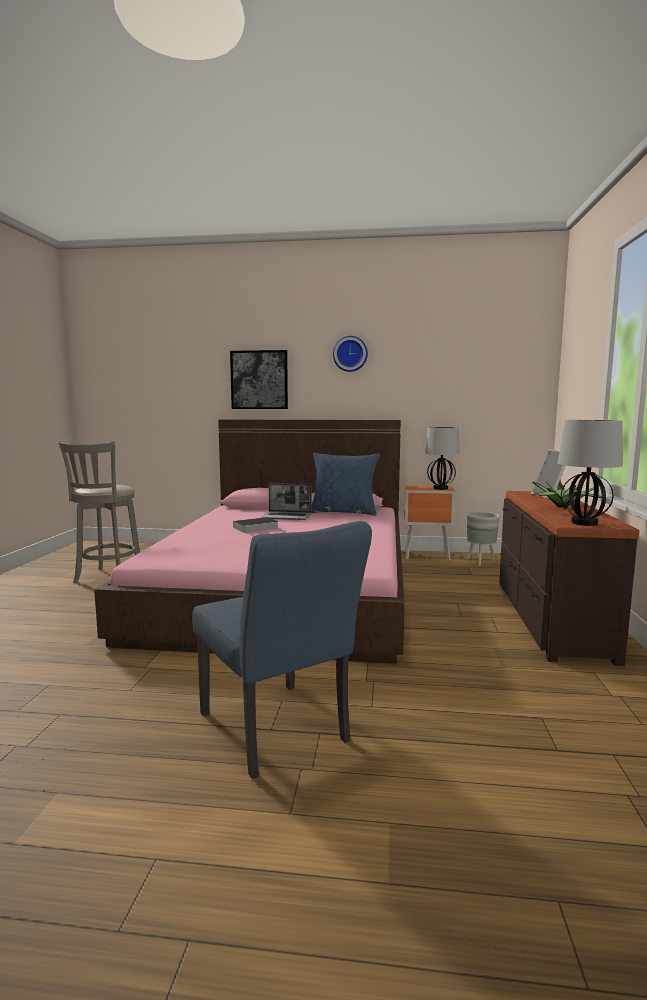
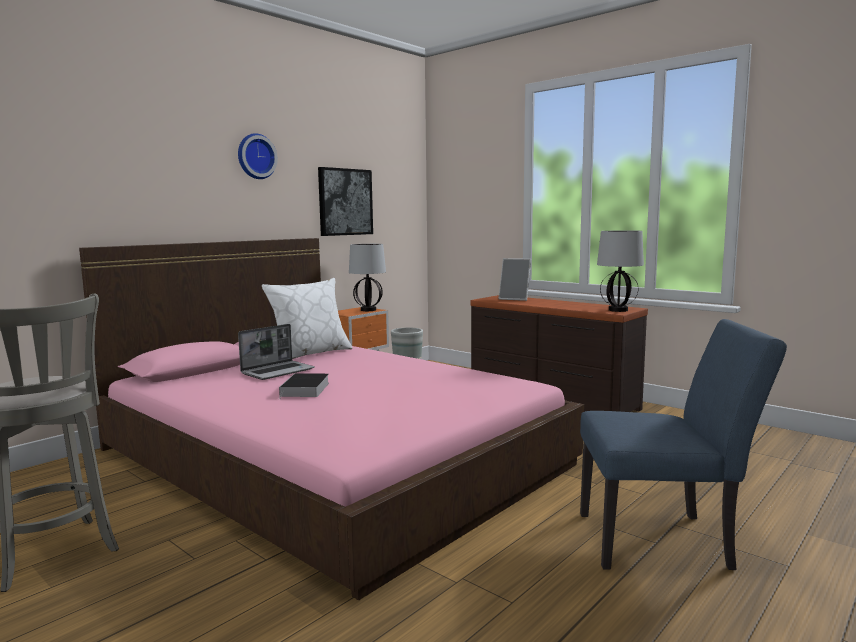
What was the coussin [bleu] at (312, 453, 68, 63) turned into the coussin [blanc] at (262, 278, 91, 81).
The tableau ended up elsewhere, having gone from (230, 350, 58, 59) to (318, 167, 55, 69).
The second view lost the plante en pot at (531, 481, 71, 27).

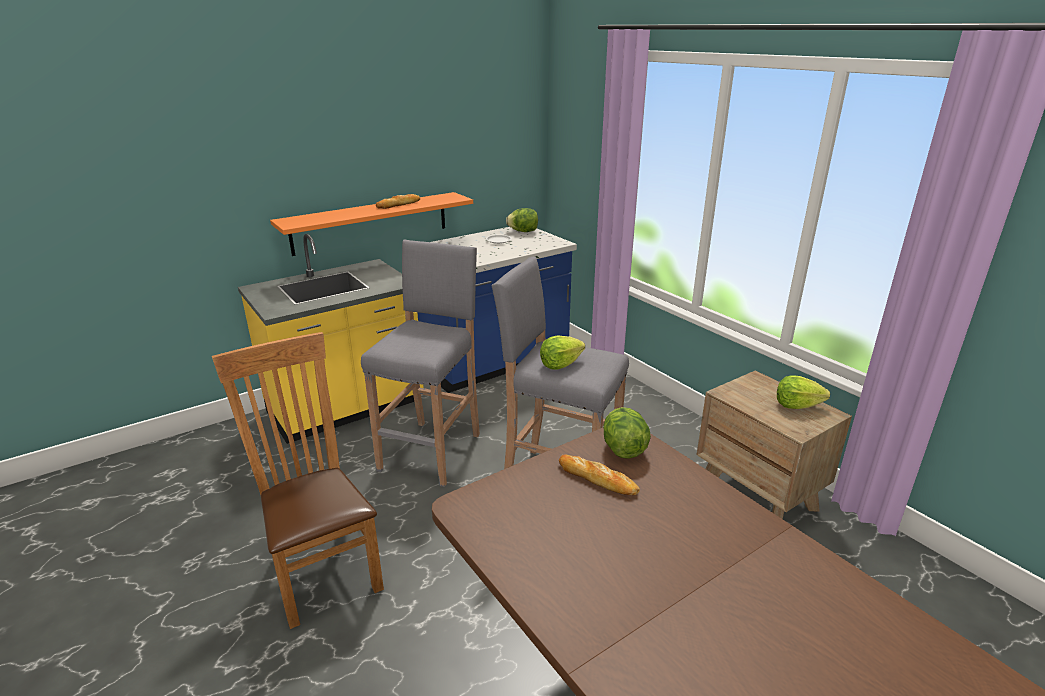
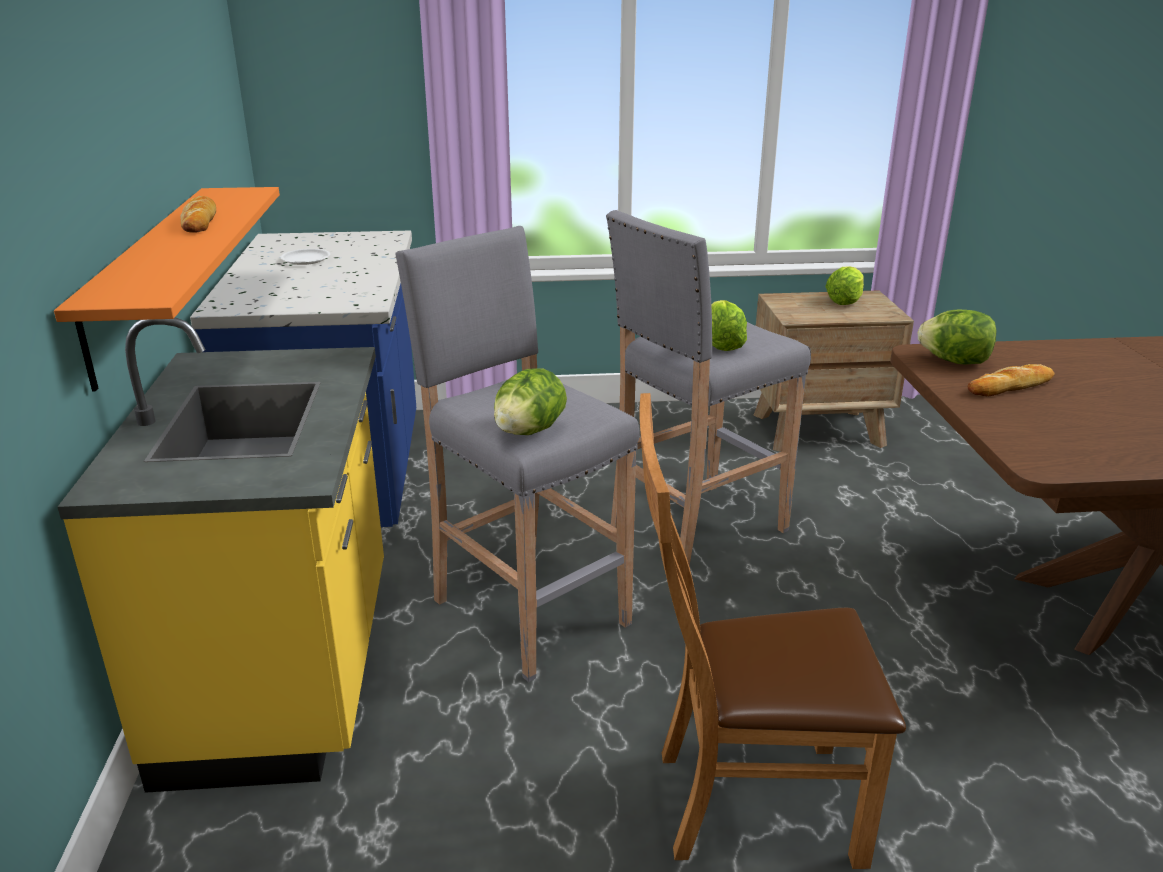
The laitue ended up elsewhere, having gone from (506, 208, 32, 24) to (494, 368, 73, 67).

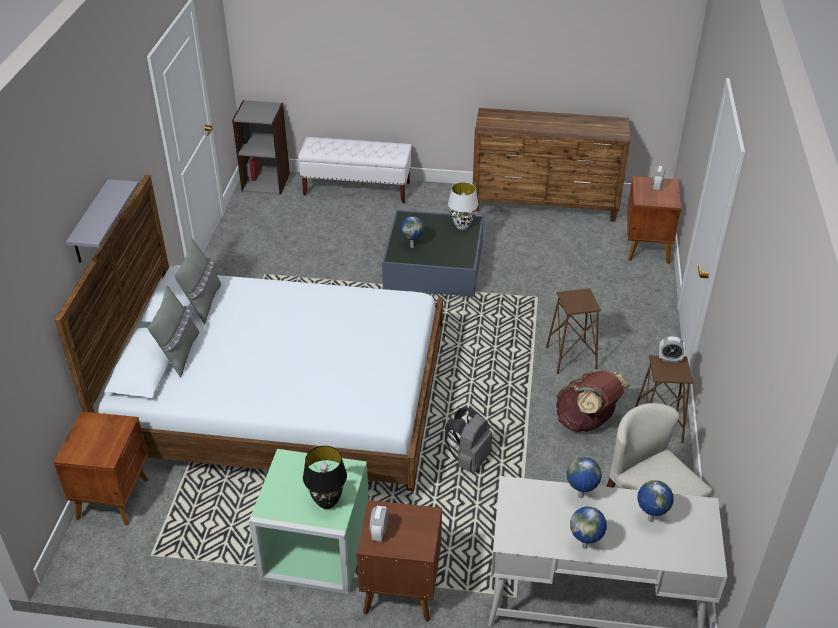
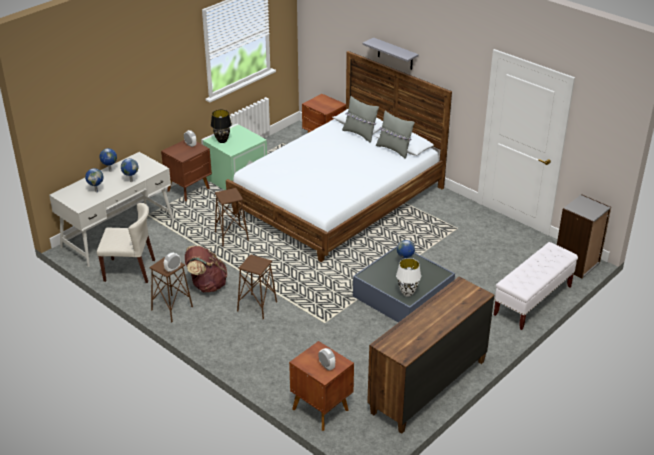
Where the sac à dos [gris] stood at (445, 408, 47, 64), the tabouret [marron] came to stand at (215, 188, 34, 58).

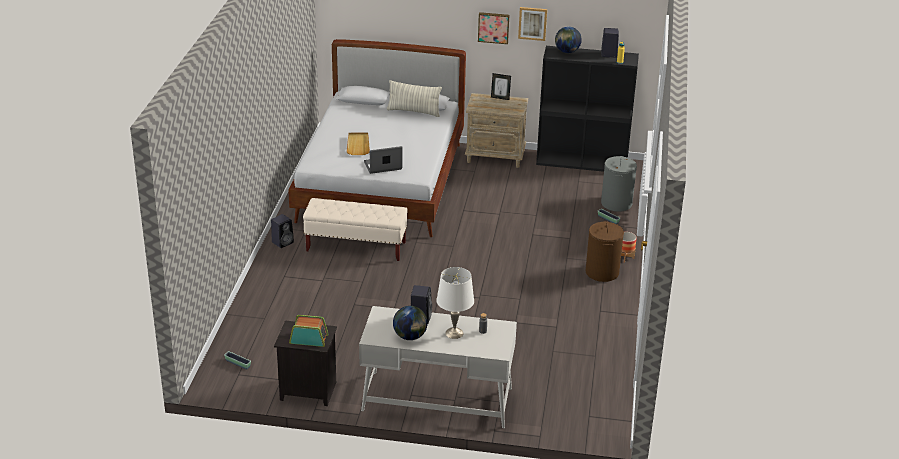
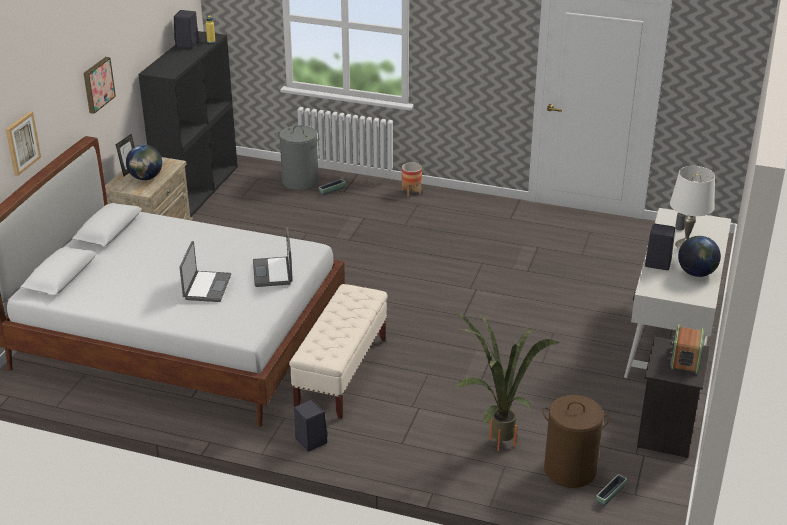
The tableau ended up elsewhere, having gone from (518, 7, 29, 34) to (6, 111, 35, 65).
The globe ended up elsewhere, having gone from (555, 27, 27, 26) to (126, 145, 36, 35).
Where the plateau [beige] stood at (346, 133, 24, 22), the ordinateur portable came to stand at (179, 241, 53, 61).
The second view gained the plante en pot at (454, 312, 105, 139).
The panier à linge [marron] ended up elsewhere, having gone from (586, 221, 38, 61) to (543, 395, 67, 93).
The second view lost the coussin at (387, 80, 55, 37).

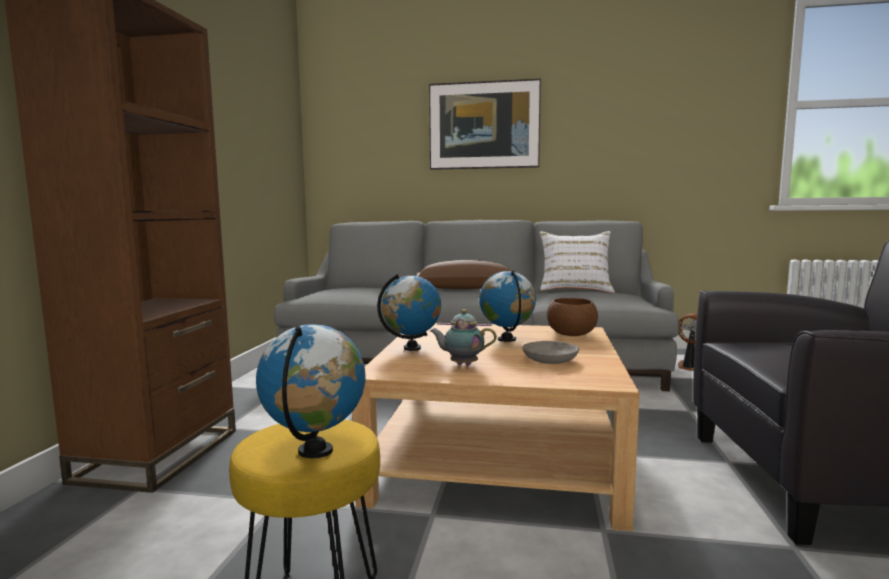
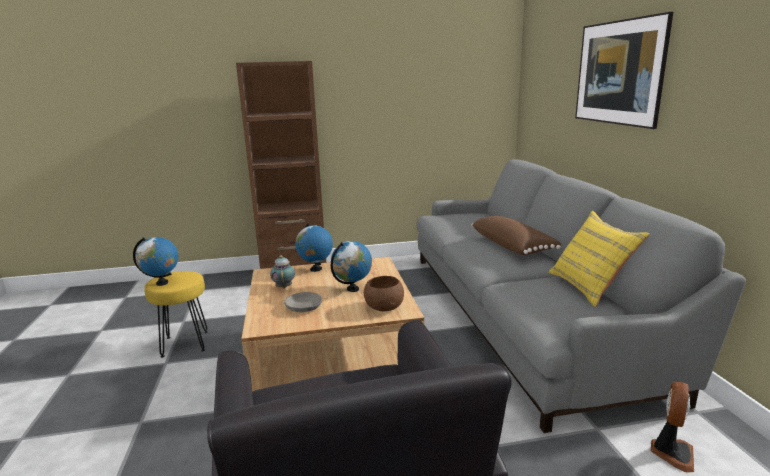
What was the coussin [blanc] at (540, 231, 75, 62) turned into the coussin [jaune] at (549, 211, 101, 96).

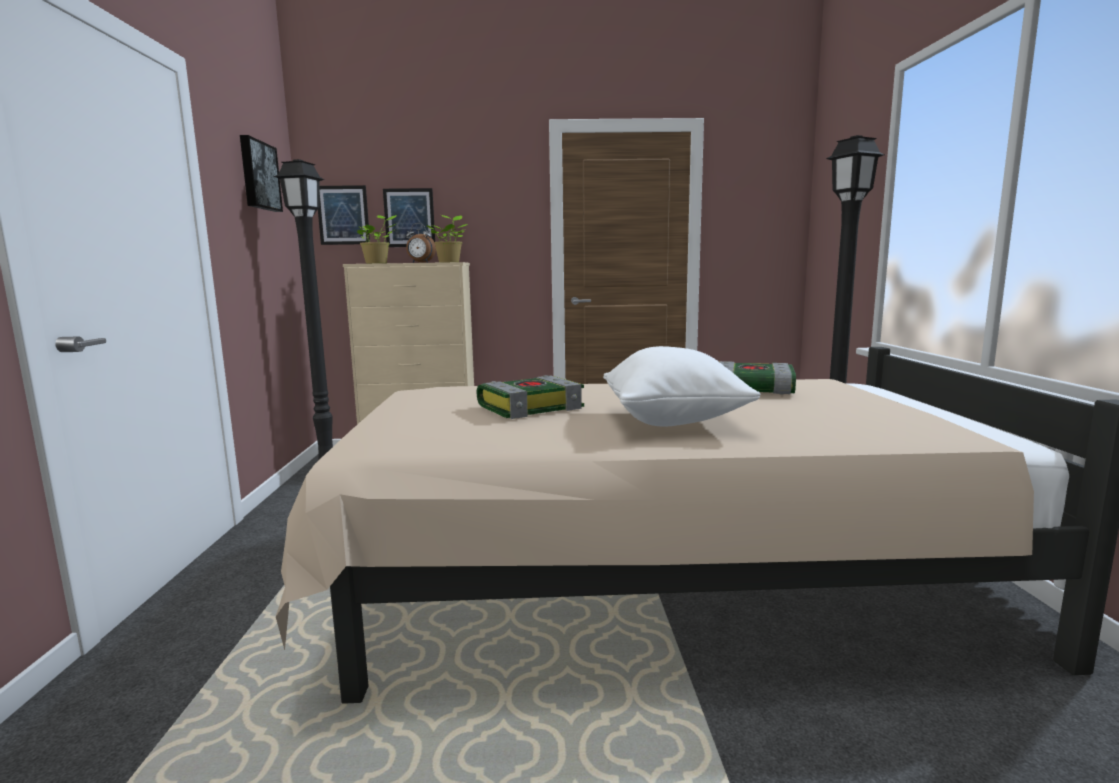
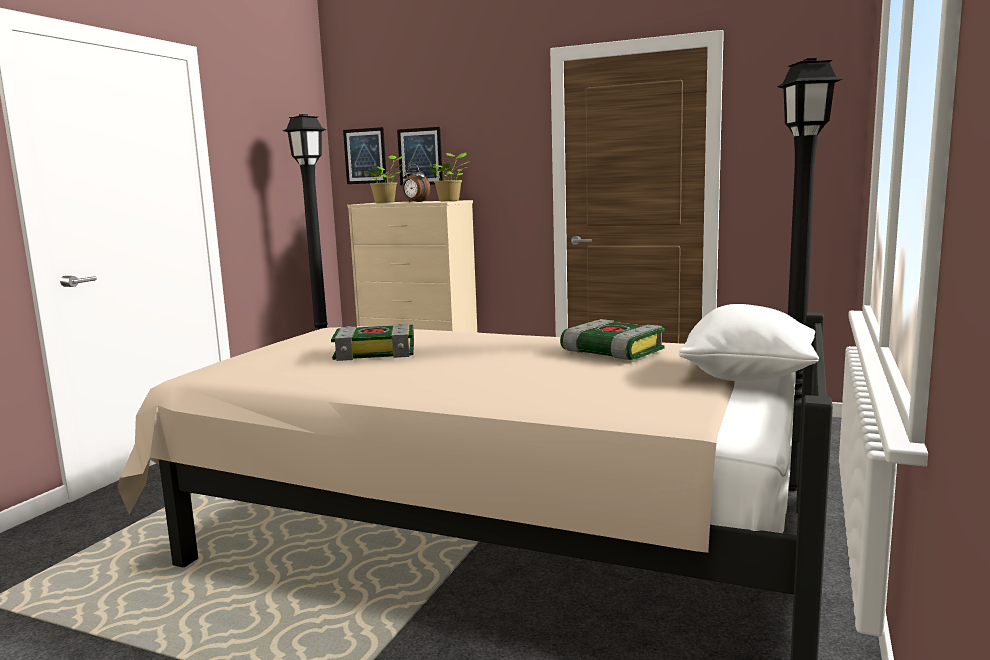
The coussin [blanc] ended up elsewhere, having gone from (603, 346, 157, 80) to (679, 304, 140, 77).
The second view lost the tableau at (240, 135, 43, 77).

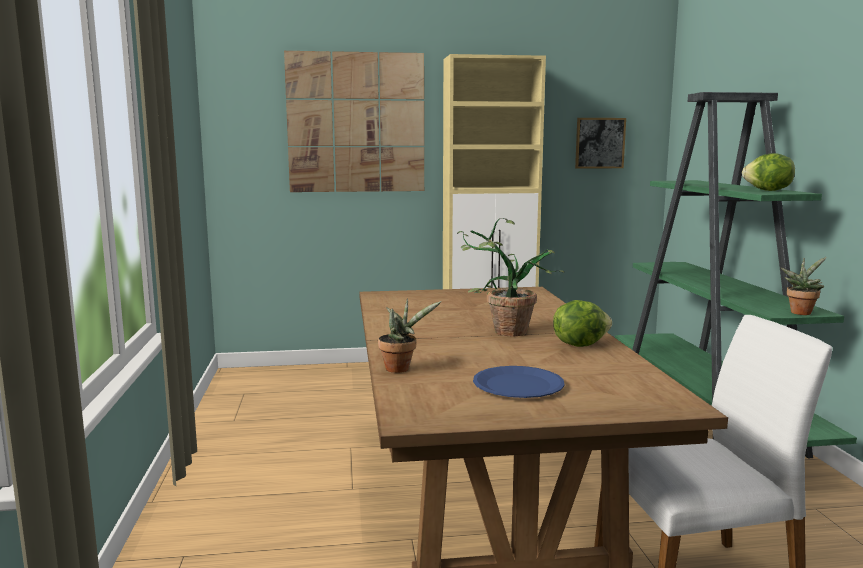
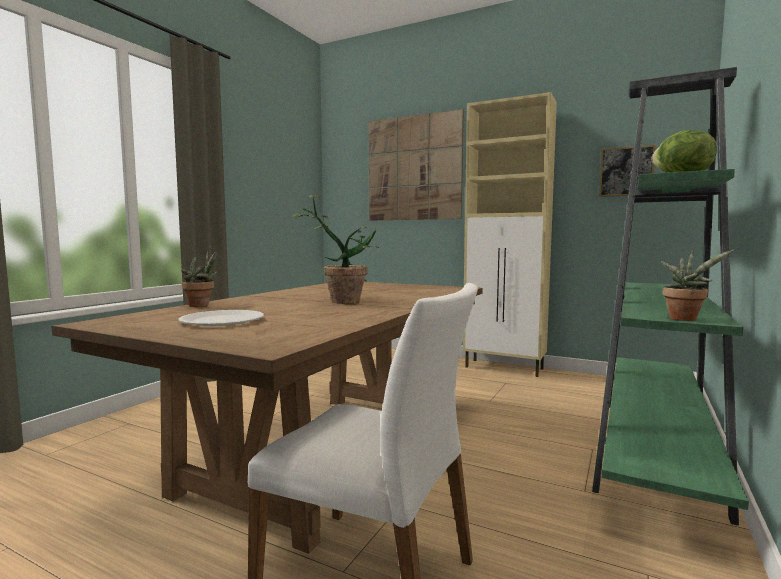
What was the assiette [bleu] at (473, 366, 92, 32) turned into the assiette [blanc] at (178, 310, 86, 16).
The second view lost the laitue at (553, 300, 59, 47).

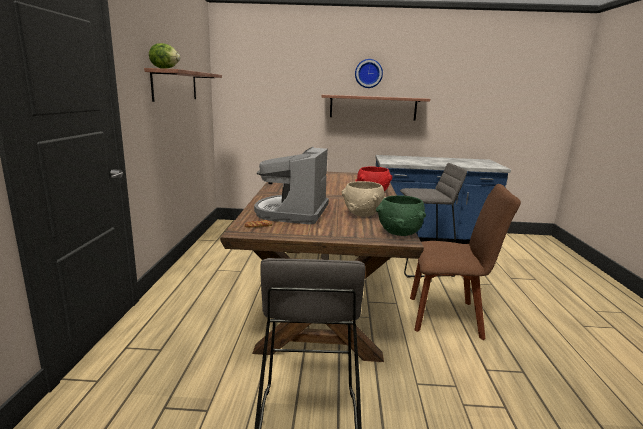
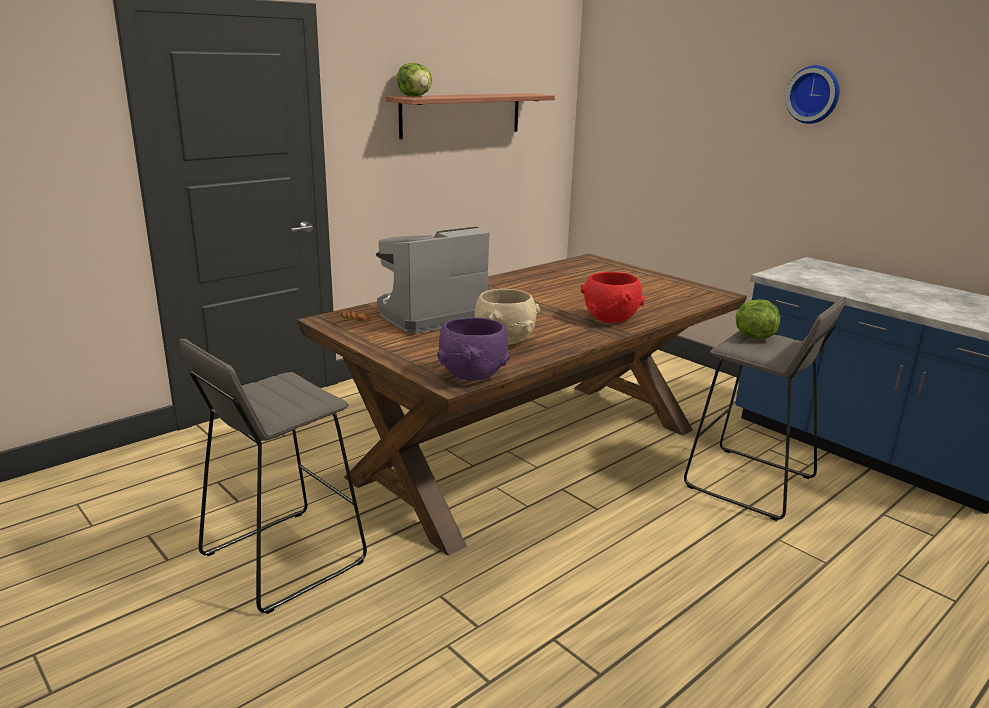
What was the bol [vert] at (376, 195, 50, 41) turned into the bol [violet] at (437, 318, 73, 63).
The second view gained the laitue at (736, 299, 44, 40).
The second view lost the étagère at (321, 95, 109, 25).
The second view lost the chaise [marron] at (410, 184, 111, 156).

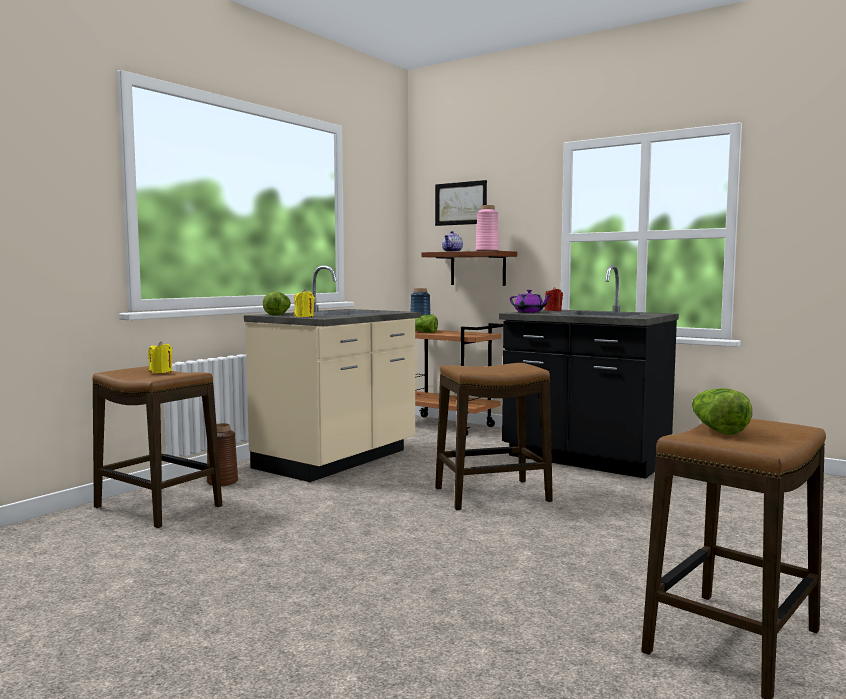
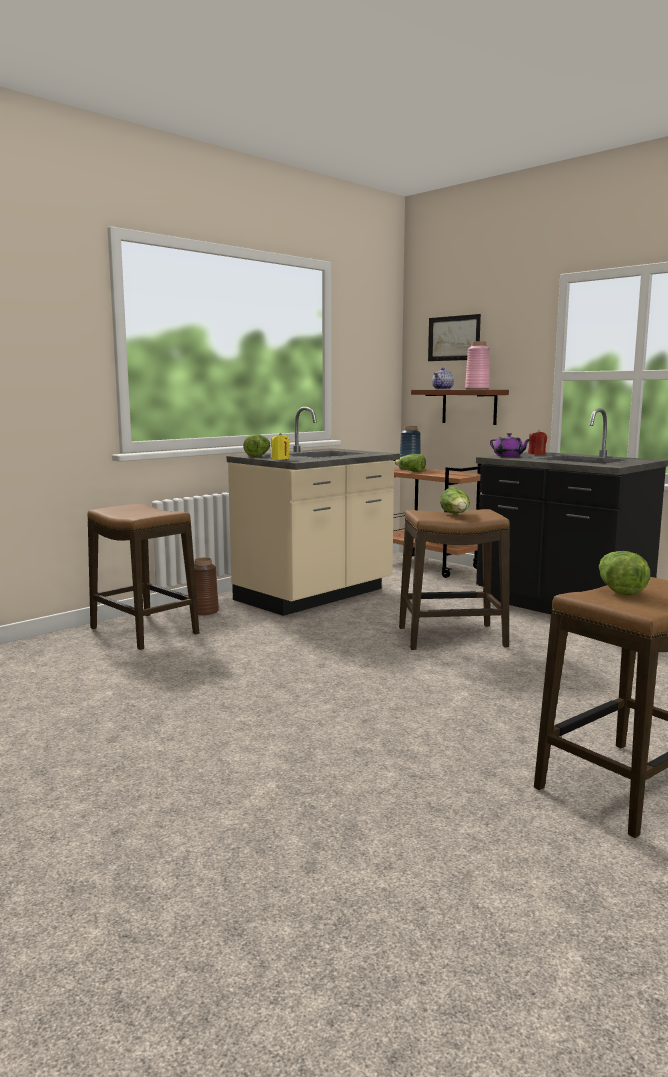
The second view gained the laitue at (440, 487, 30, 27).
The second view lost the bougie [jaune] at (148, 341, 24, 32).

